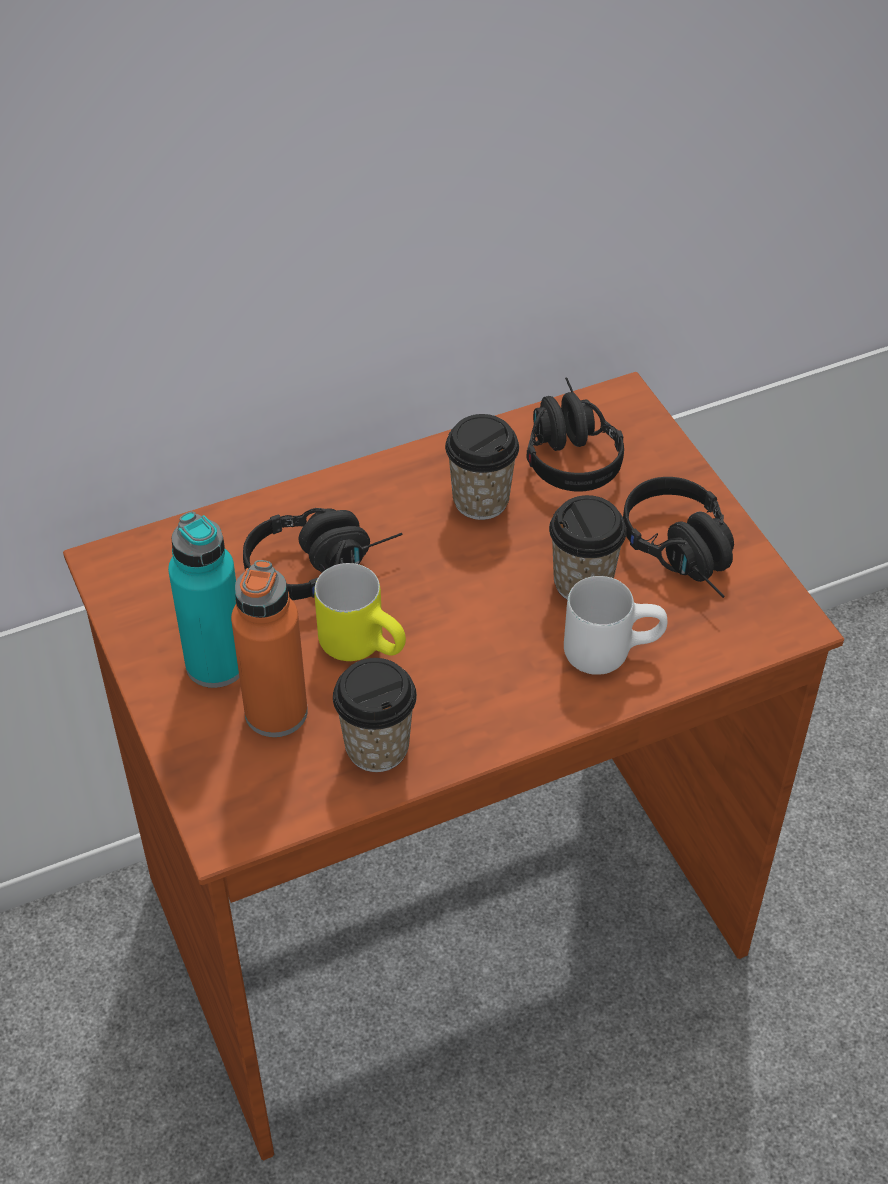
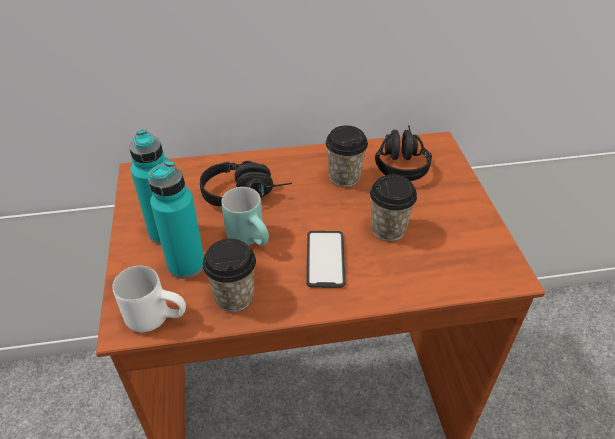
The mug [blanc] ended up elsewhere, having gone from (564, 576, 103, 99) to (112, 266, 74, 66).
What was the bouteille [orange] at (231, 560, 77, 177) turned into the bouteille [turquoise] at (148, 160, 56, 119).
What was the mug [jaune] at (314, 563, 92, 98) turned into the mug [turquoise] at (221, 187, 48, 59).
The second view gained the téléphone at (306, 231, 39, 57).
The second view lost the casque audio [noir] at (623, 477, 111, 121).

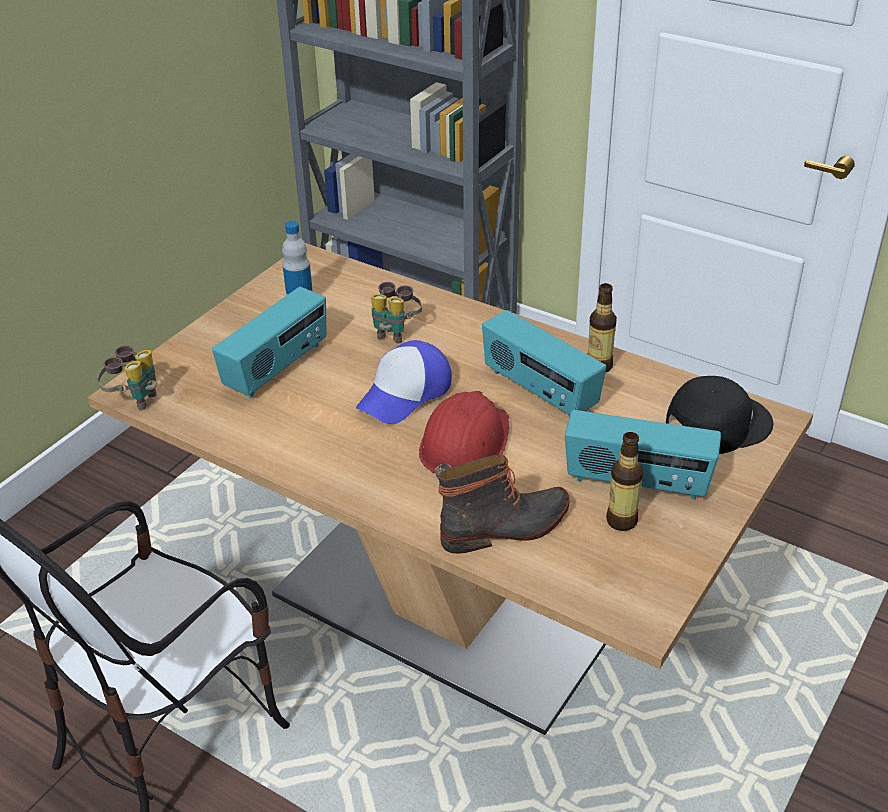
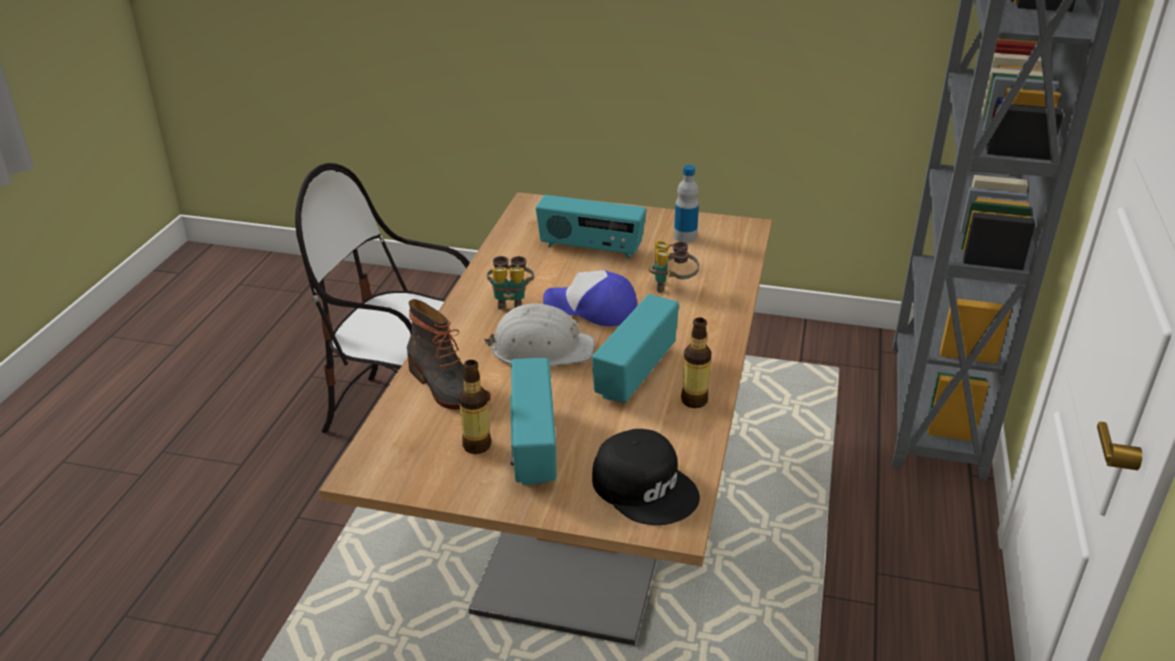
What was the casque de chantier [rouge] at (419, 391, 90, 88) turned into the casque de chantier [blanc] at (484, 304, 111, 62).
The jumelles ended up elsewhere, having gone from (97, 345, 60, 66) to (487, 256, 47, 54).

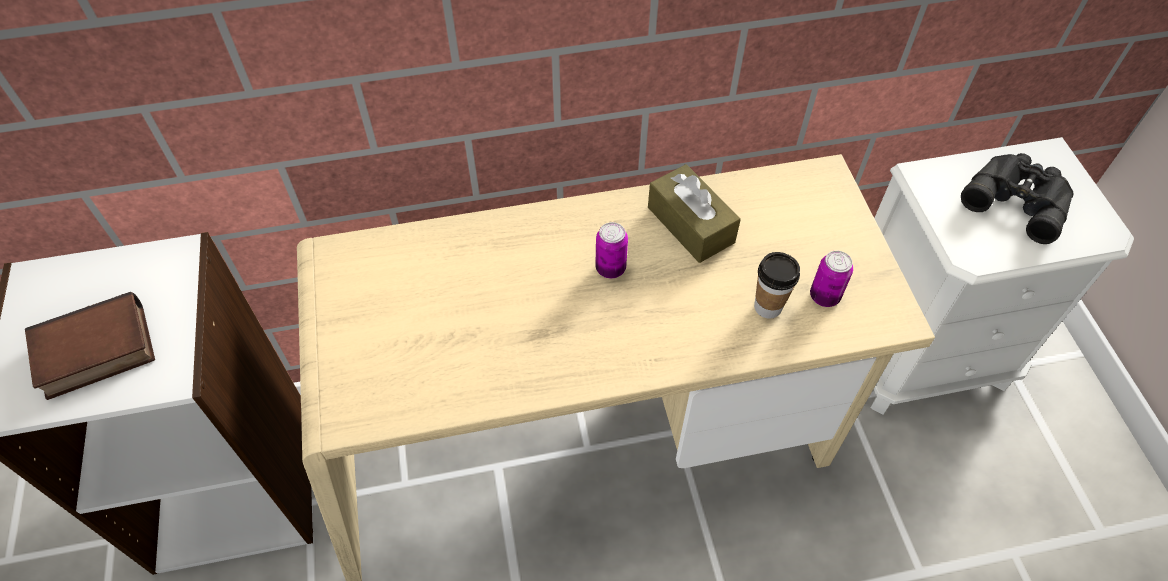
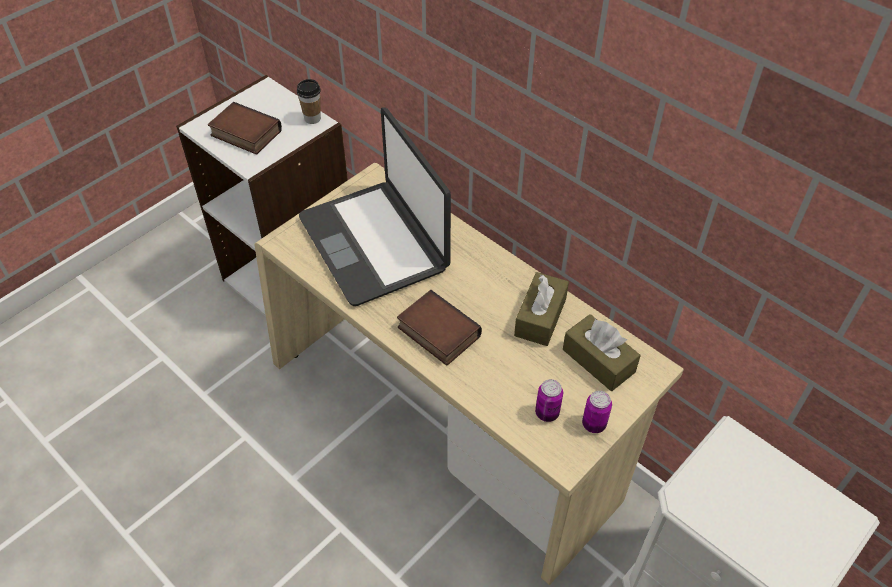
The tasse ended up elsewhere, having gone from (754, 252, 46, 67) to (297, 79, 24, 45).
The second view gained the ordinateur portable at (299, 108, 152, 198).
The second view gained the livre at (397, 290, 85, 76).
The second view gained the boîte à mouchoirs [marron] at (563, 314, 78, 77).
The boîte métallique ended up elsewhere, having gone from (595, 222, 33, 56) to (582, 391, 30, 42).
The second view lost the jumelles [noir] at (961, 153, 113, 91).

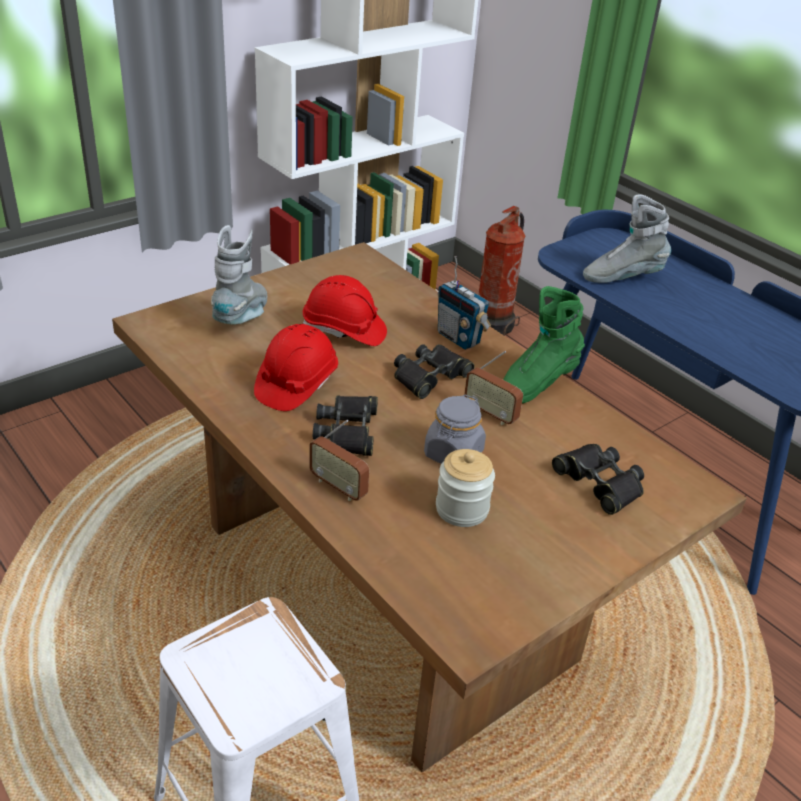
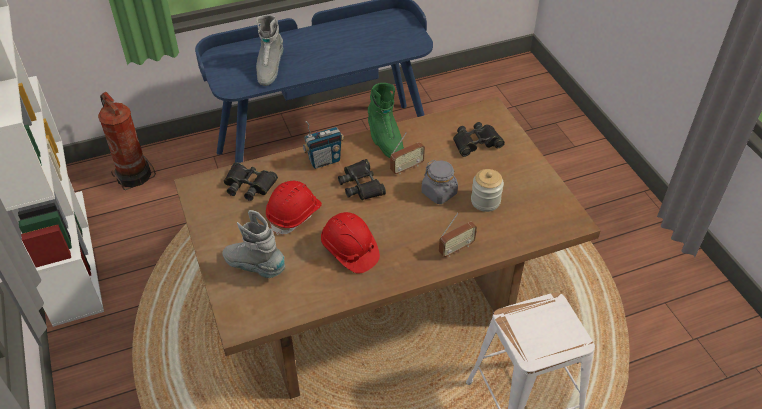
The jumelles [noir] ended up elsewhere, having gone from (313, 395, 65, 61) to (224, 162, 54, 39).

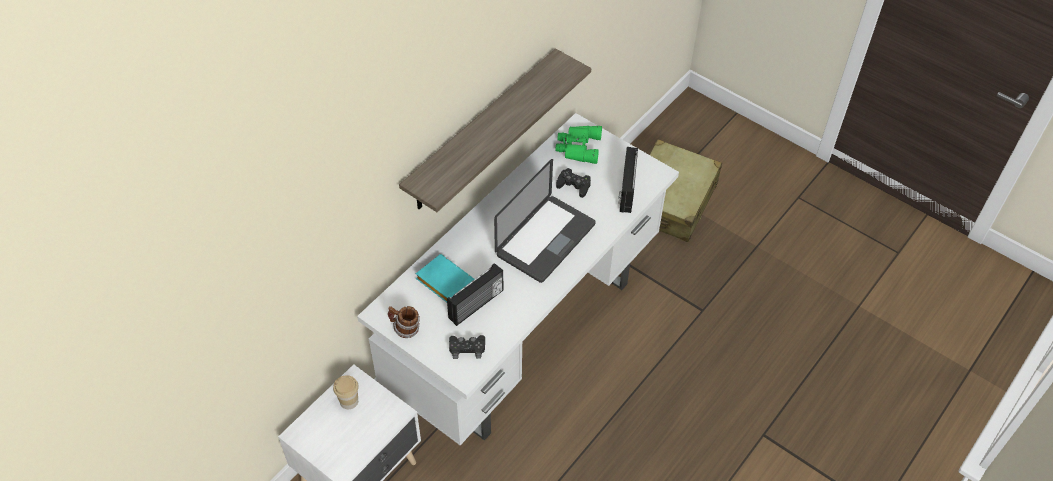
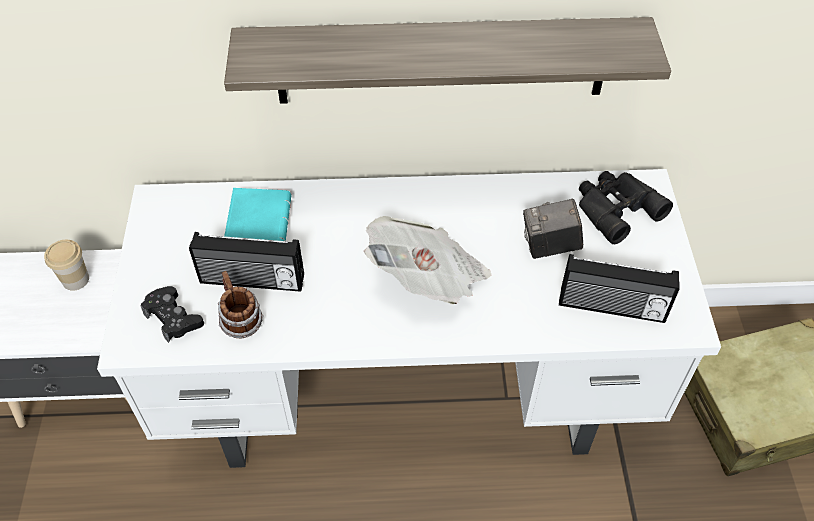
The mug ended up elsewhere, having gone from (388, 306, 32, 32) to (218, 271, 45, 68).
Where the ordinateur portable stood at (494, 159, 102, 124), the journal came to stand at (364, 216, 127, 88).
Where the manette [noir] stood at (556, 168, 35, 30), the appareil photo came to stand at (523, 199, 60, 60).
The radio at (618, 147, 20, 66) ended up facing another way, 135 degrees counterclockwise from before.
What was the jumelles [vert] at (555, 126, 47, 38) turned into the jumelles [noir] at (579, 171, 94, 73).

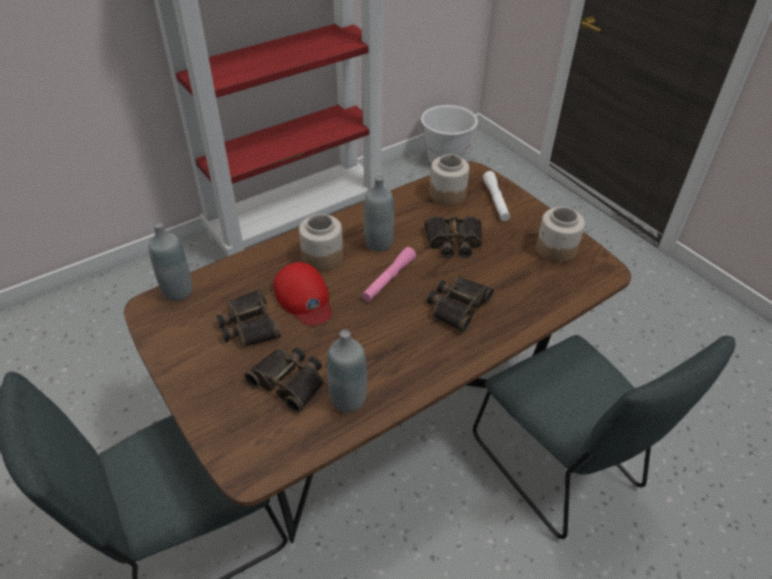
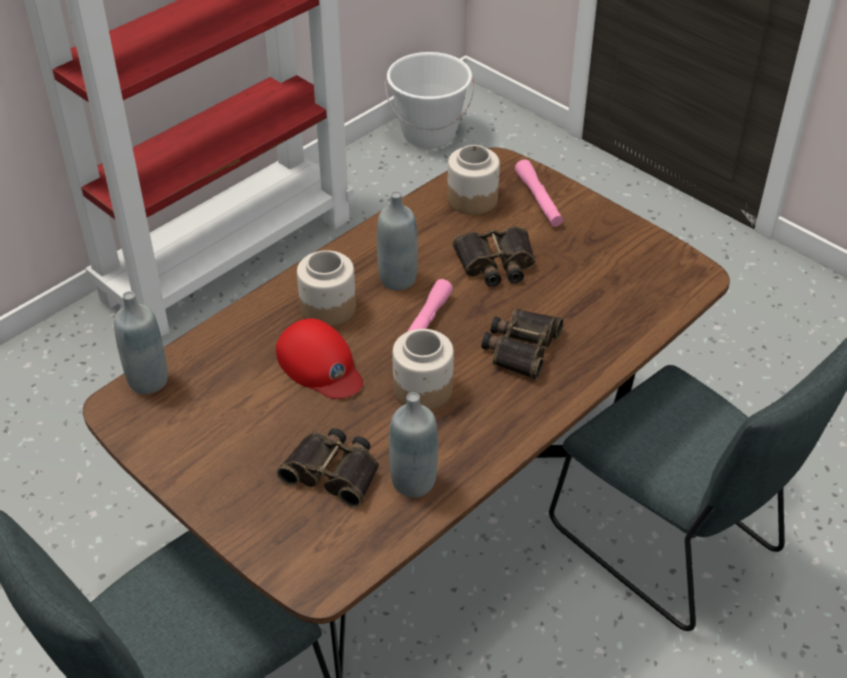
The bocal ended up elsewhere, having gone from (536, 207, 49, 56) to (392, 329, 62, 81).
What was the lampe de poche [blanc] at (483, 171, 27, 50) turned into the lampe de poche [rose] at (515, 159, 48, 68).
The second view lost the jumelles at (216, 288, 65, 59).

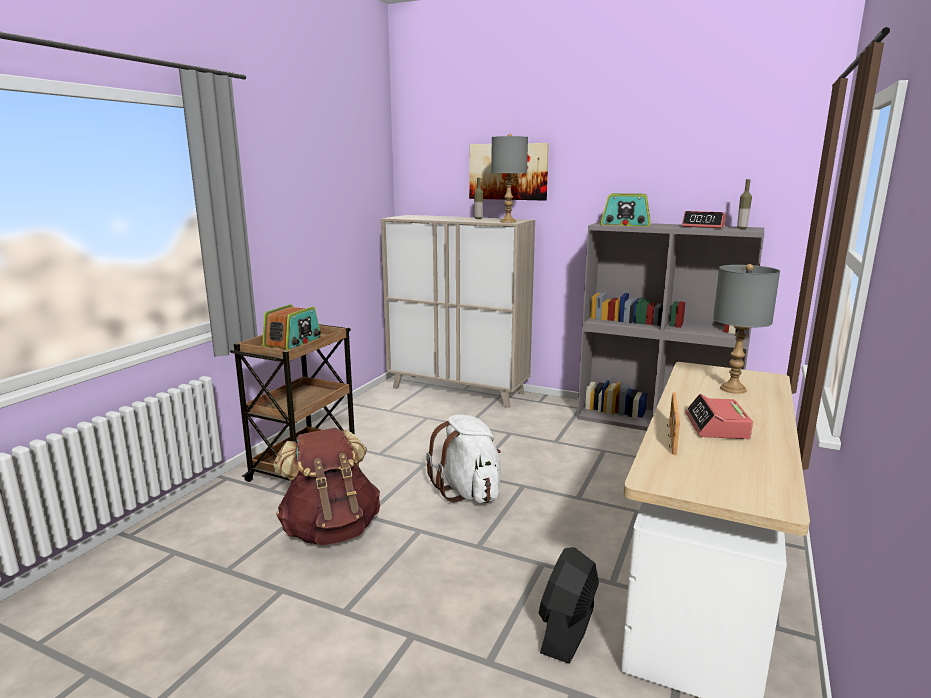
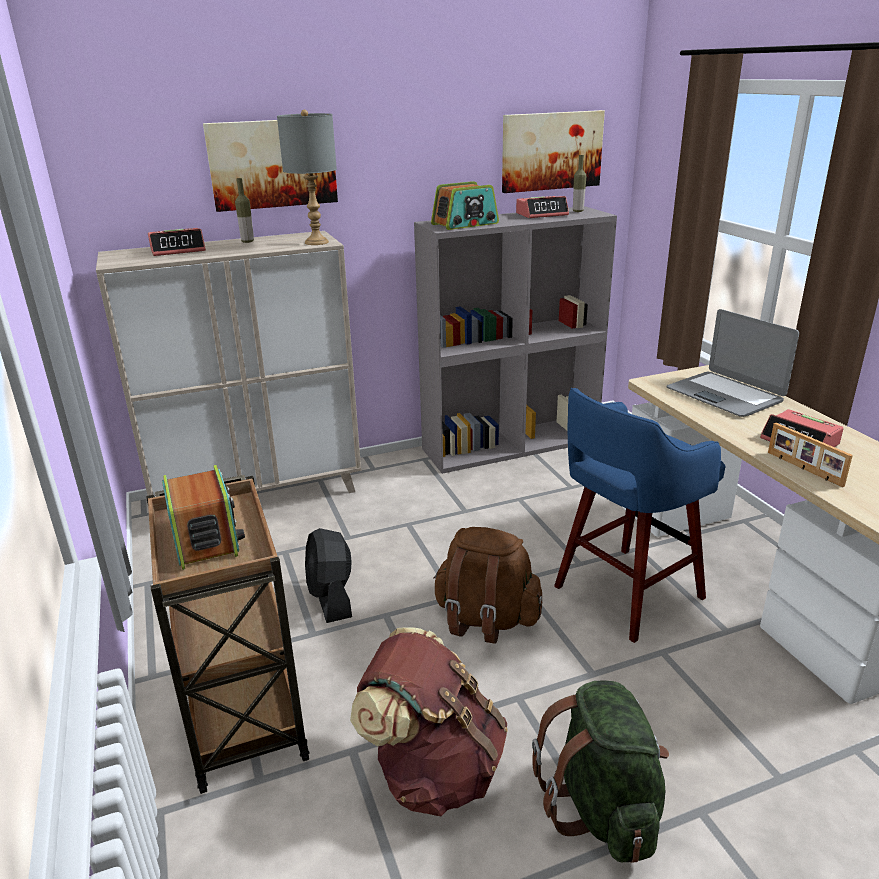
The second view gained the réveil at (148, 228, 58, 28).
The ventilateur [noir] ended up elsewhere, having gone from (539, 547, 60, 117) to (305, 528, 47, 95).
What was the sac à dos [blanc] at (426, 415, 75, 88) turned into the sac à dos [marron] at (433, 527, 110, 117).
The second view gained the tableau at (502, 110, 103, 83).
The second view gained the sac à dos [vert] at (532, 680, 137, 183).
The second view gained the tabouret [bleu] at (554, 388, 172, 255).
Where the lampe de table [gris] stood at (713, 264, 67, 130), the ordinateur portable came to stand at (667, 309, 132, 108).

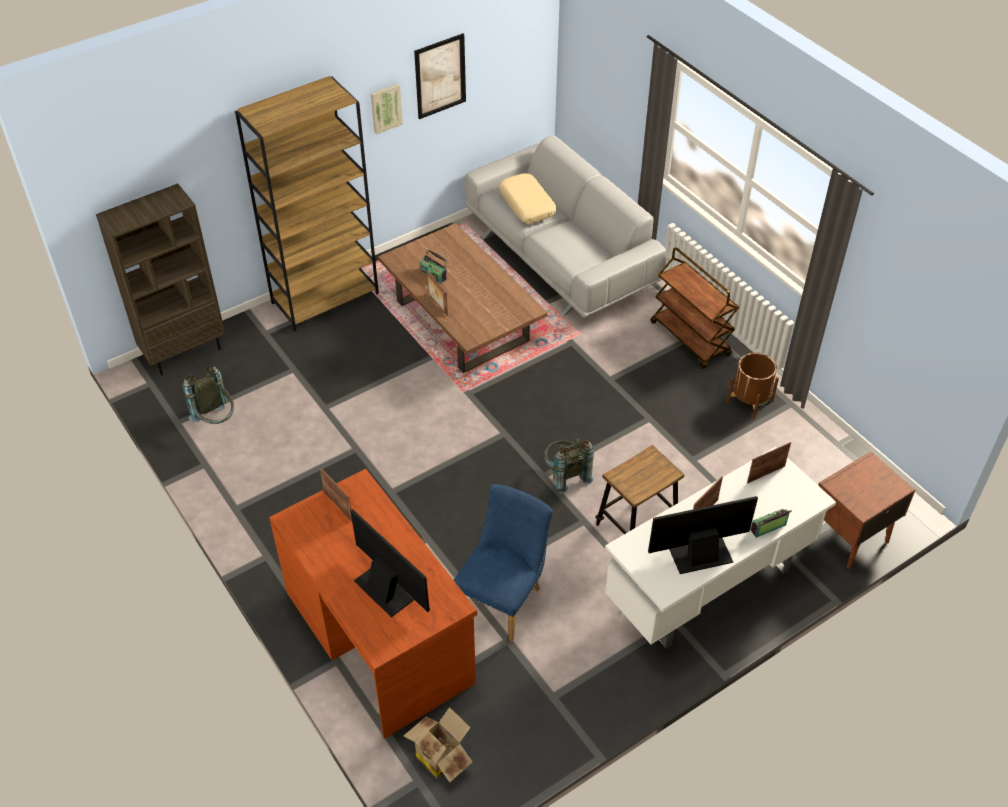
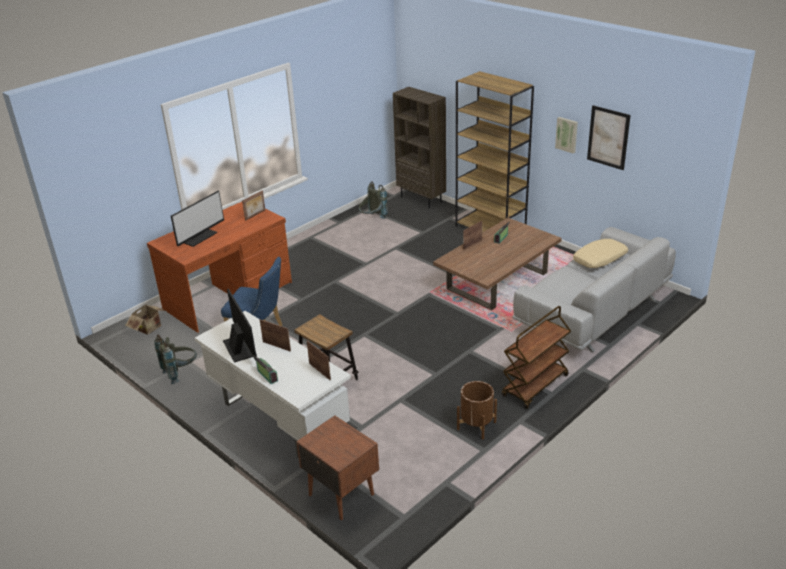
The sac à dos [gris] ended up elsewhere, having gone from (544, 439, 50, 55) to (154, 334, 43, 50).

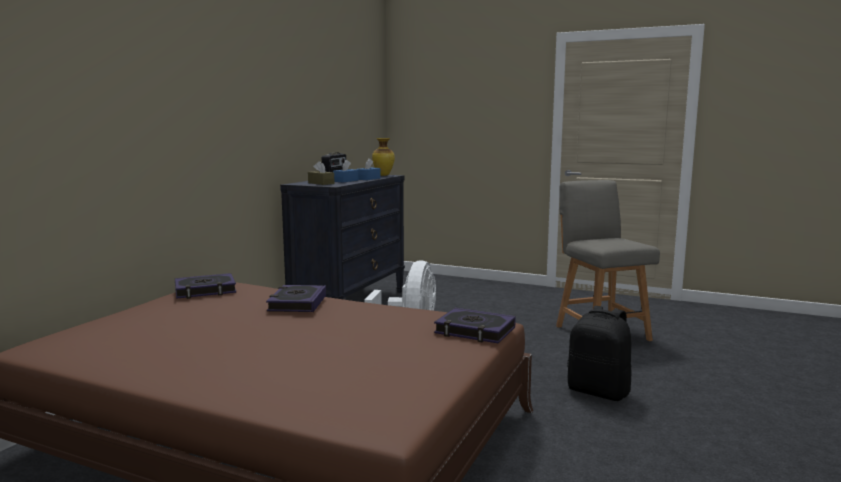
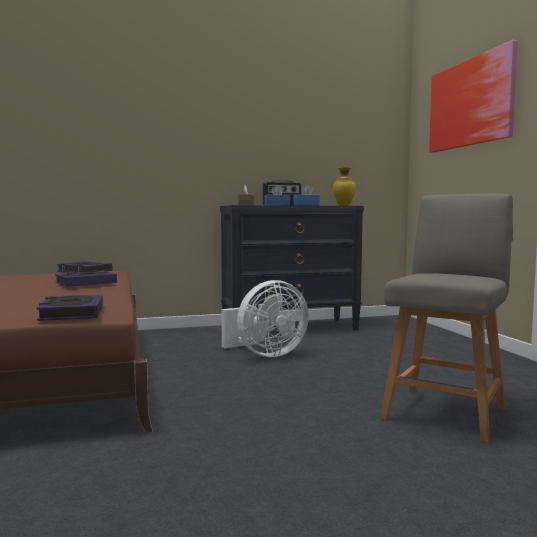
The second view gained the tableau at (429, 40, 88, 113).
The second view lost the sac à dos [noir] at (567, 306, 65, 95).

